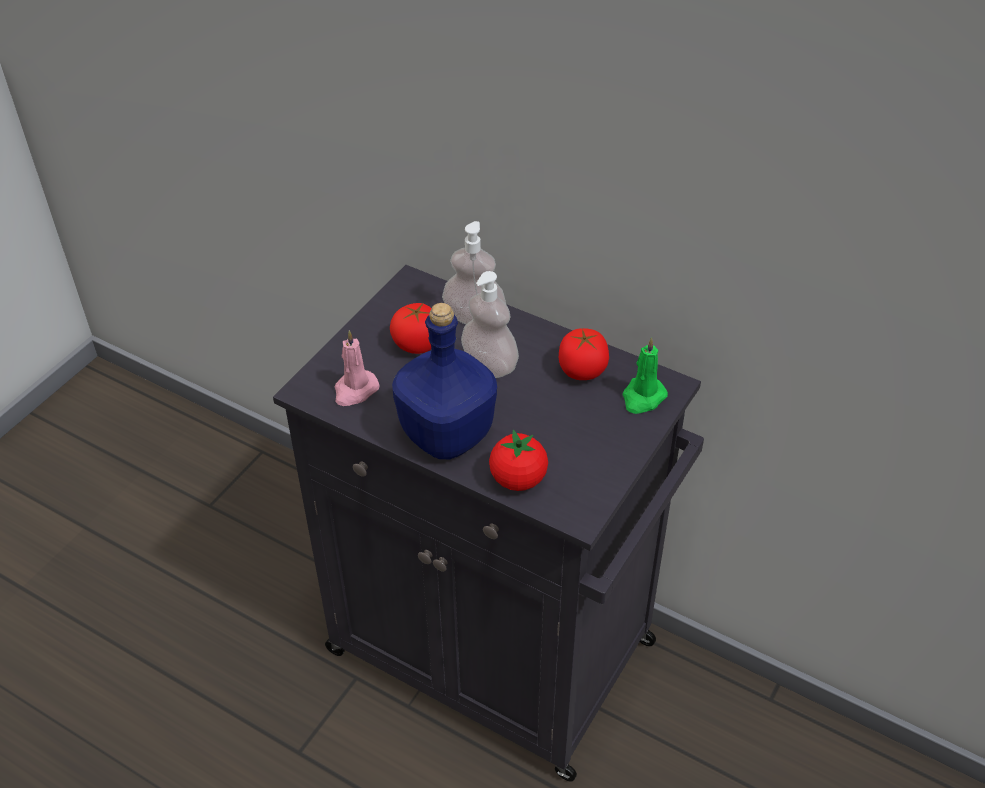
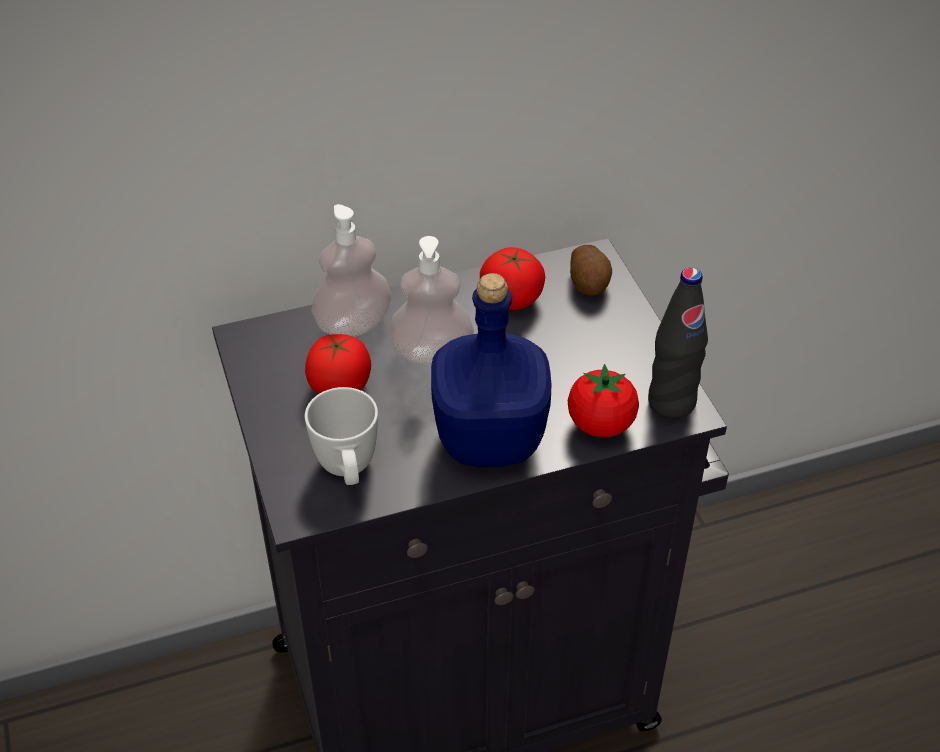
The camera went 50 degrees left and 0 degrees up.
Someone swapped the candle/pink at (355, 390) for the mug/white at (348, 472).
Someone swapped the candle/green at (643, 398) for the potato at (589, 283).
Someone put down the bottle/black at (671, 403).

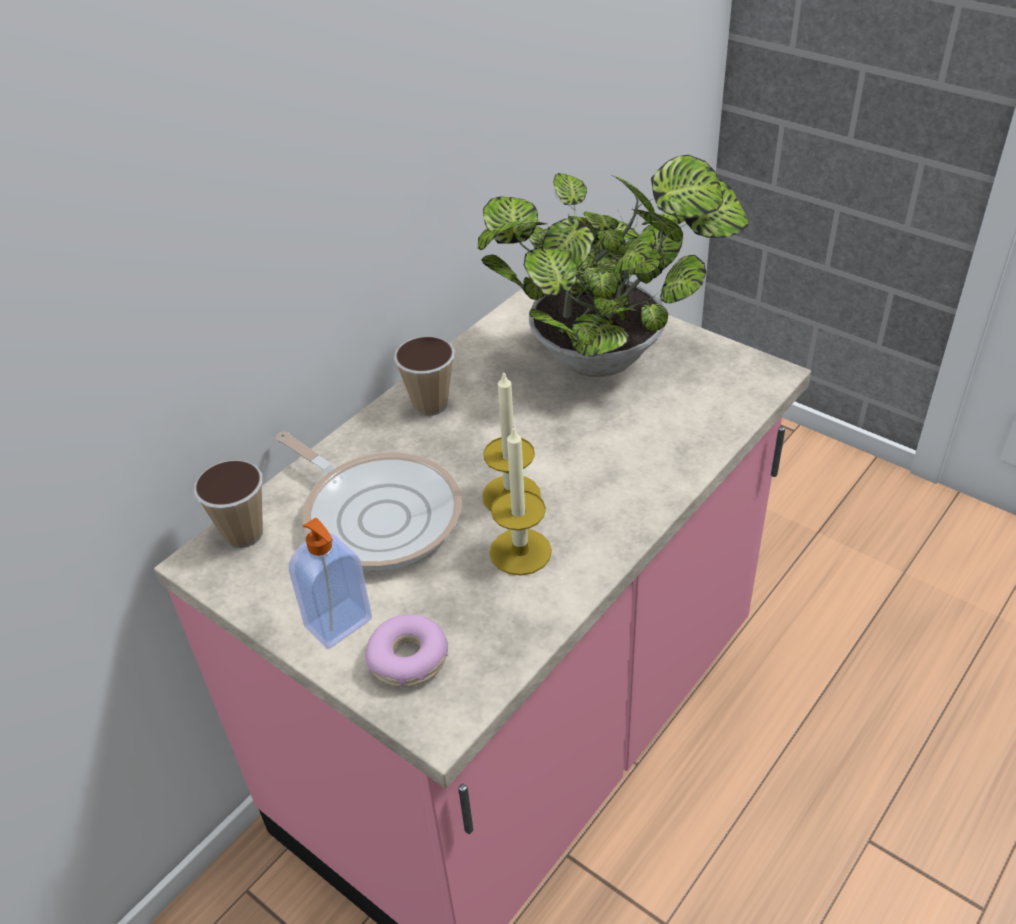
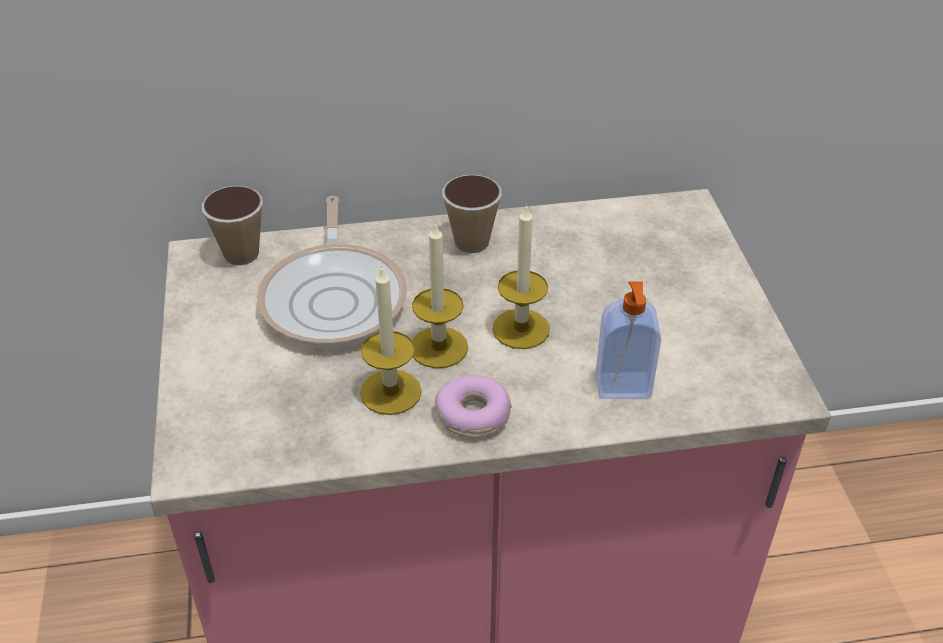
The camera went 40 degrees right and 0 degrees up.
Someone carried the donut from (408, 659) to (473, 415).
Someone put down the candle at (521, 329).
Someone carried the soap dispenser from (340, 624) to (623, 387).
Someone took away the potted plant at (607, 356).

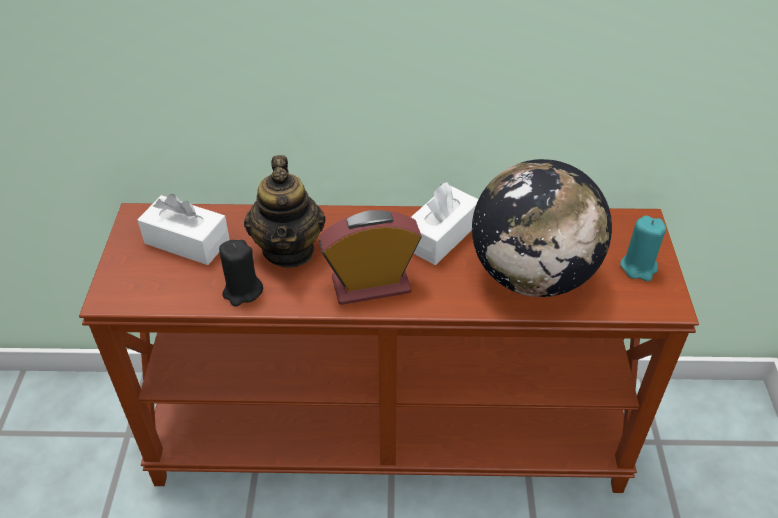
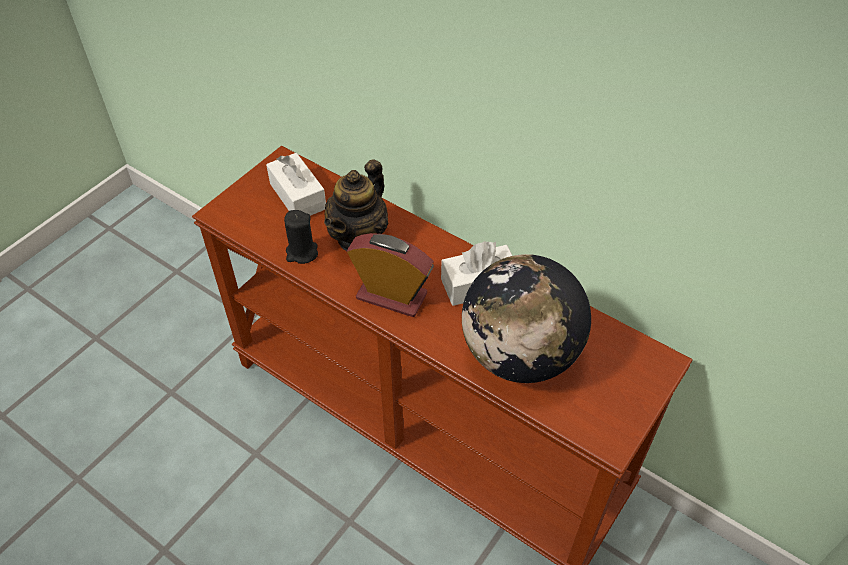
The camera went 35 degrees right and 5 degrees up.
Someone took away the candle/turquoise at (638, 267).

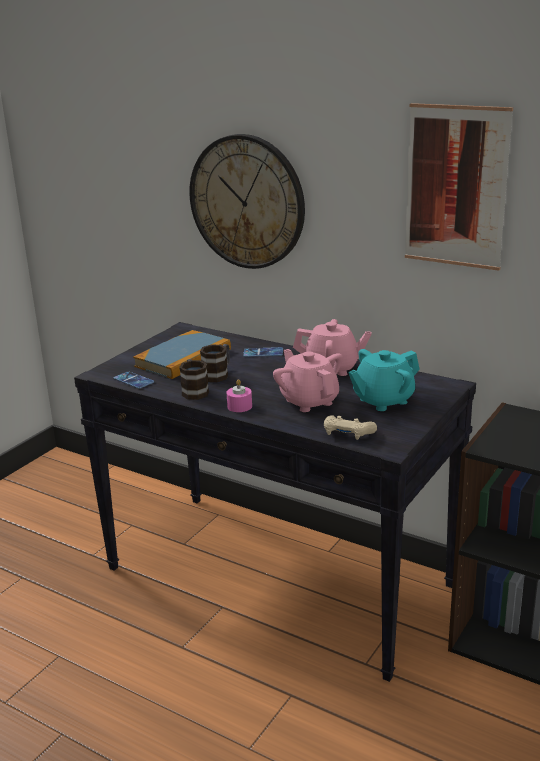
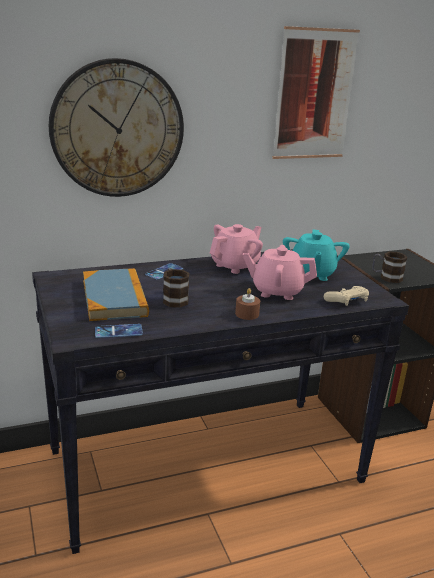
The camera went 55 degrees left and 0 degrees up.
Someone repainted the candle/pink at (239, 406), which became the candle/brown at (247, 314).
Someone carried the mug from (194, 391) to (386, 277).

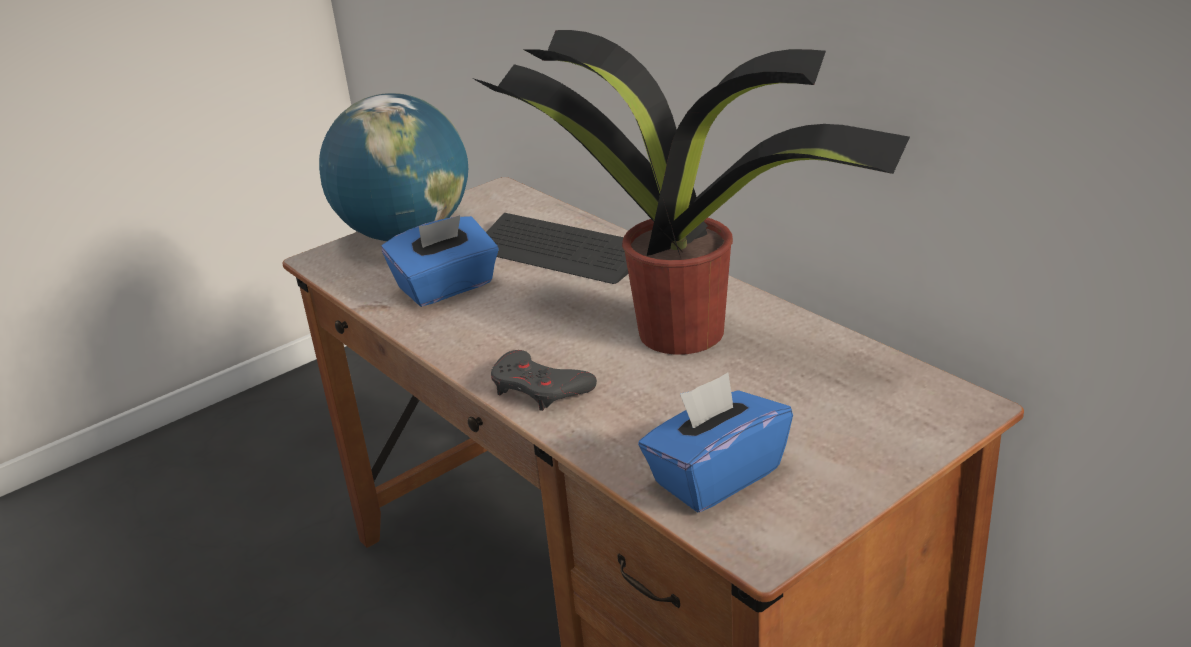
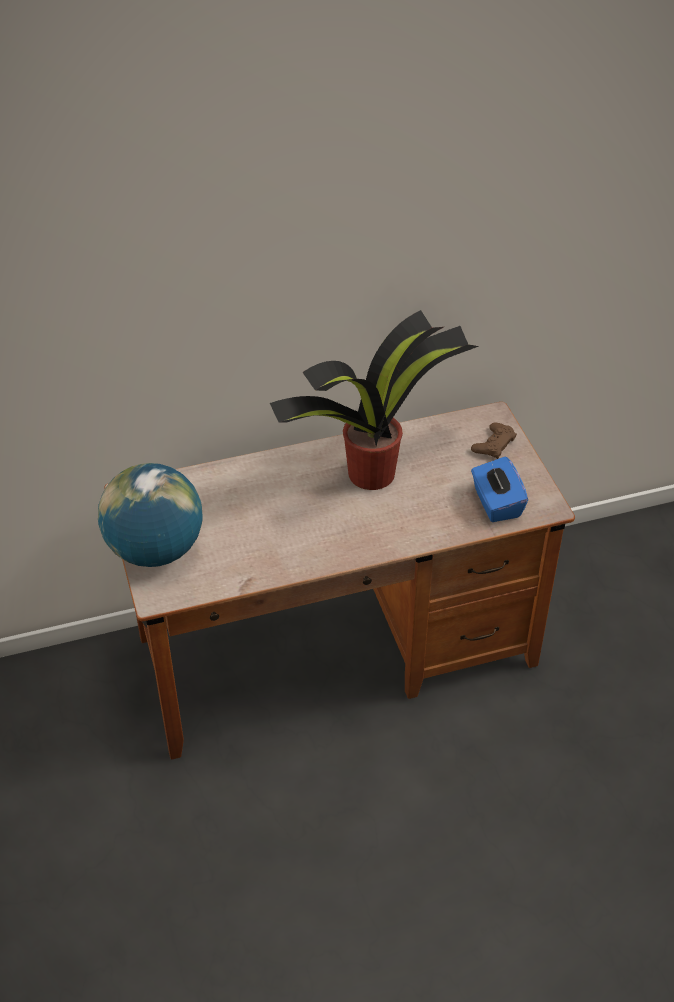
The camera went 70 degrees left and 15 degrees up.
Someone put down the game controller/brown at (493, 444).
Someone took away the tissue box/blue at (447, 287).
Someone took away the keyboard at (560, 252).
Someone took away the game controller/grey at (540, 388).

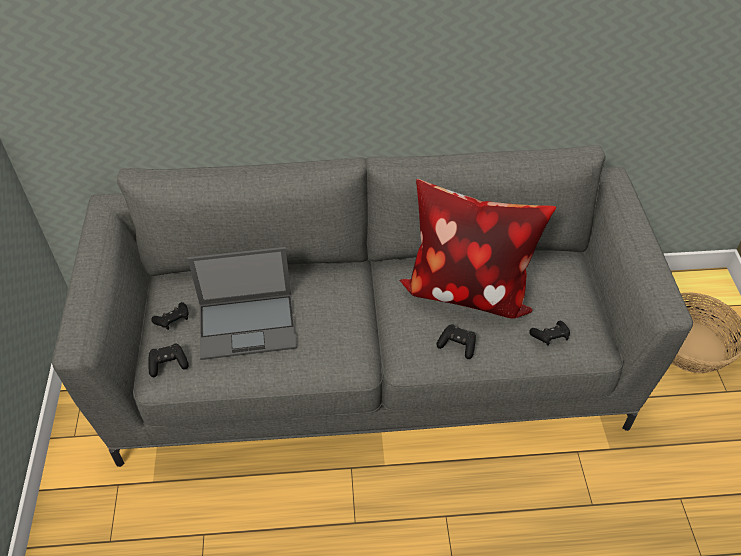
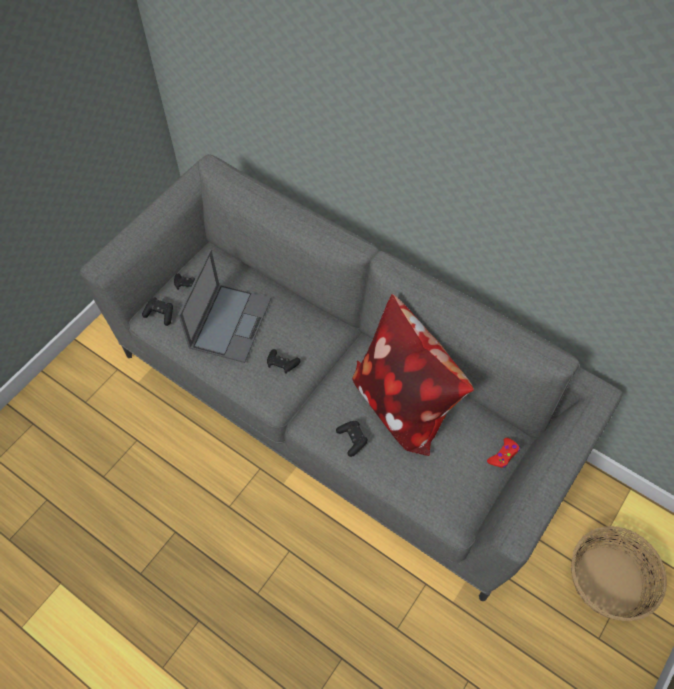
The camera went 40 degrees right and 10 degrees up.
Someone rotated the laptop at (248, 325) by 105 degrees counterclockwise.
Someone carried the game controller/black from (550, 337) to (282, 364).
Someone put down the game controller/red at (503, 455).

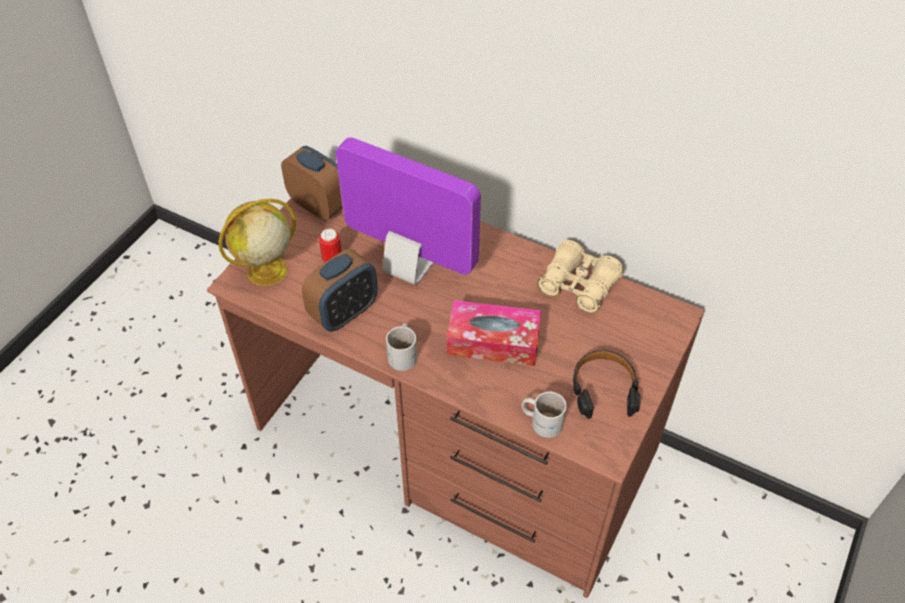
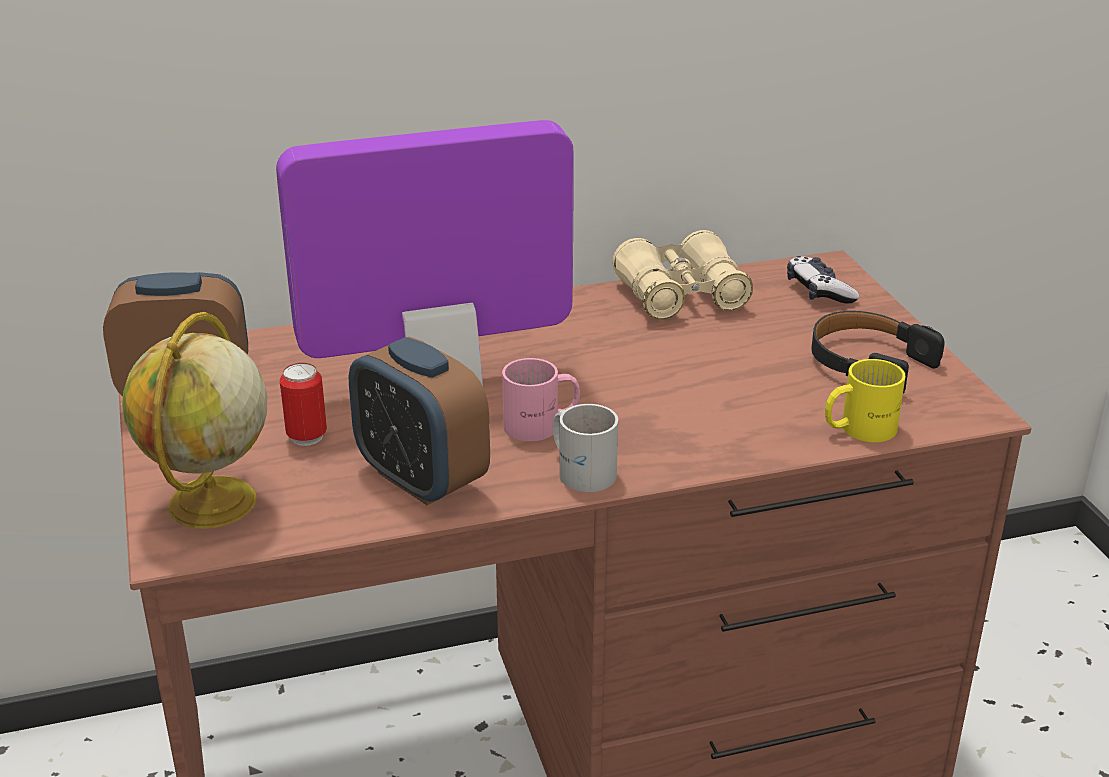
The camera went 45 degrees left and 20 degrees down.
Someone rotated the alarm clock at (344, 312) by 135 degrees clockwise.
Someone put down the mug/pink at (542, 425).
Someone put down the game controller at (819, 291).
Someone repainted the mug/white at (542, 420), which became the mug/yellow at (858, 427).
Someone took away the tissue box at (493, 342).

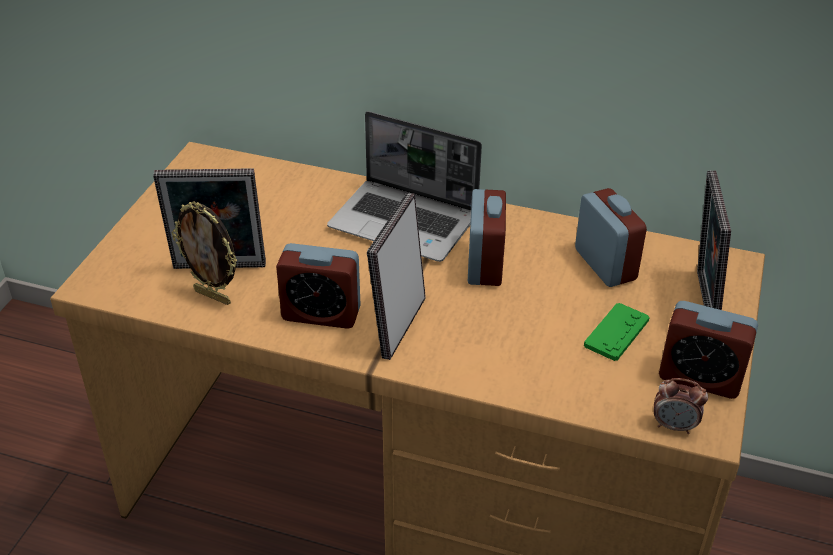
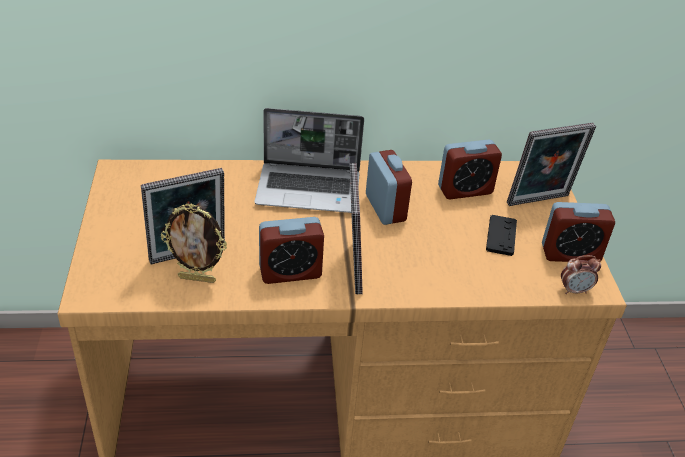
The camera went 25 degrees left and 0 degrees up.
Someone rotated the alarm clock at (605, 264) by 120 degrees clockwise.
Someone repainted the game controller/green at (616, 333), which became the game controller/black at (501, 236).
Someone rotated the picture frame at (701, 301) by 90 degrees counterclockwise.

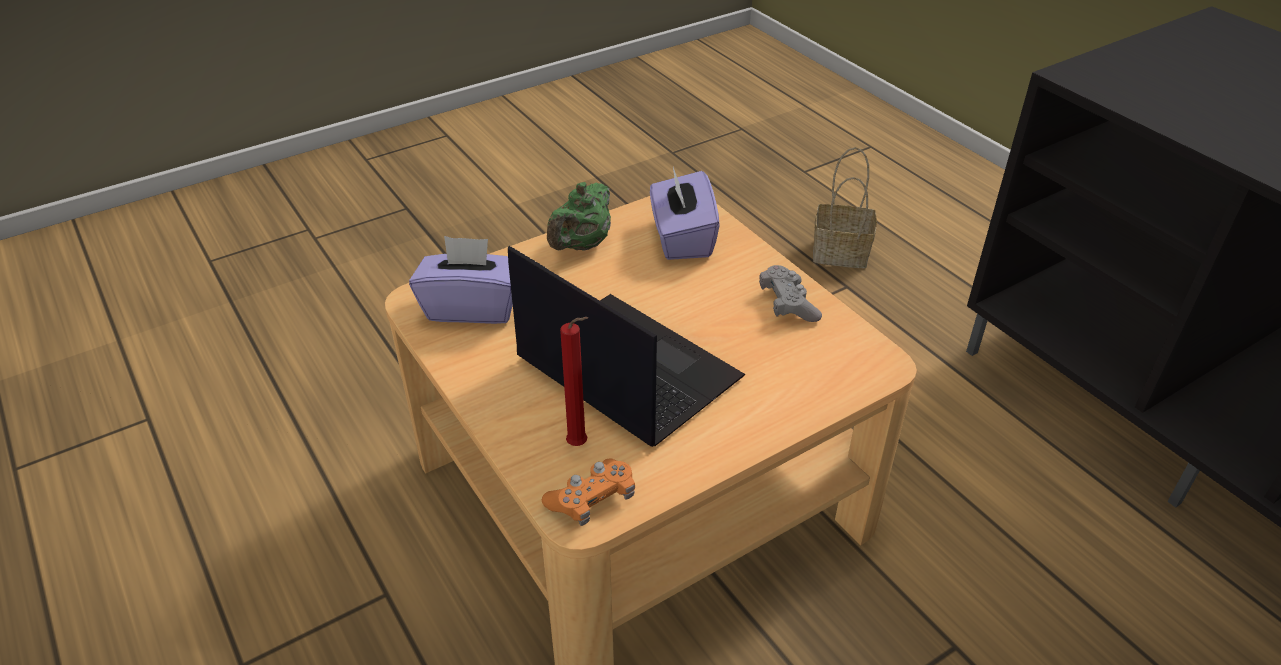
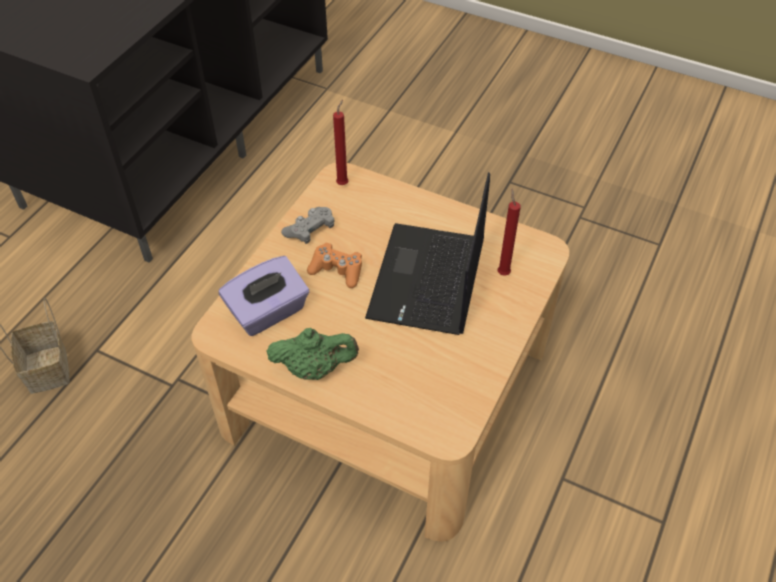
The camera went 120 degrees left and 10 degrees up.
Someone carried the game controller/orange from (592, 500) to (337, 270).
Someone put down the candle/red at (343, 183).
Someone took away the tissue box/purple at (472, 307).

